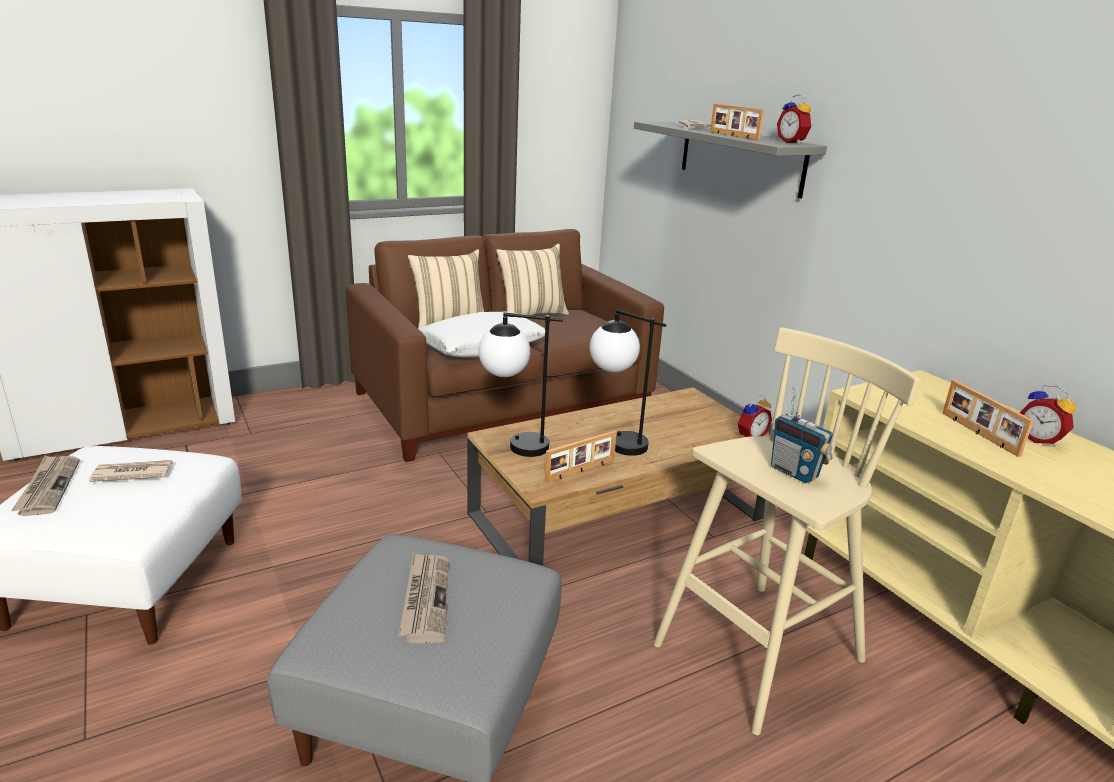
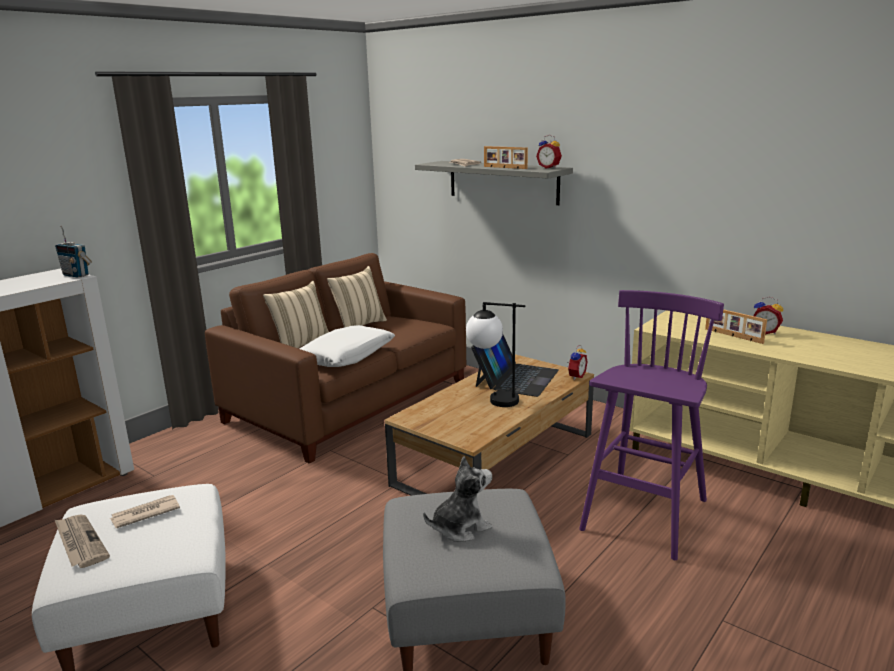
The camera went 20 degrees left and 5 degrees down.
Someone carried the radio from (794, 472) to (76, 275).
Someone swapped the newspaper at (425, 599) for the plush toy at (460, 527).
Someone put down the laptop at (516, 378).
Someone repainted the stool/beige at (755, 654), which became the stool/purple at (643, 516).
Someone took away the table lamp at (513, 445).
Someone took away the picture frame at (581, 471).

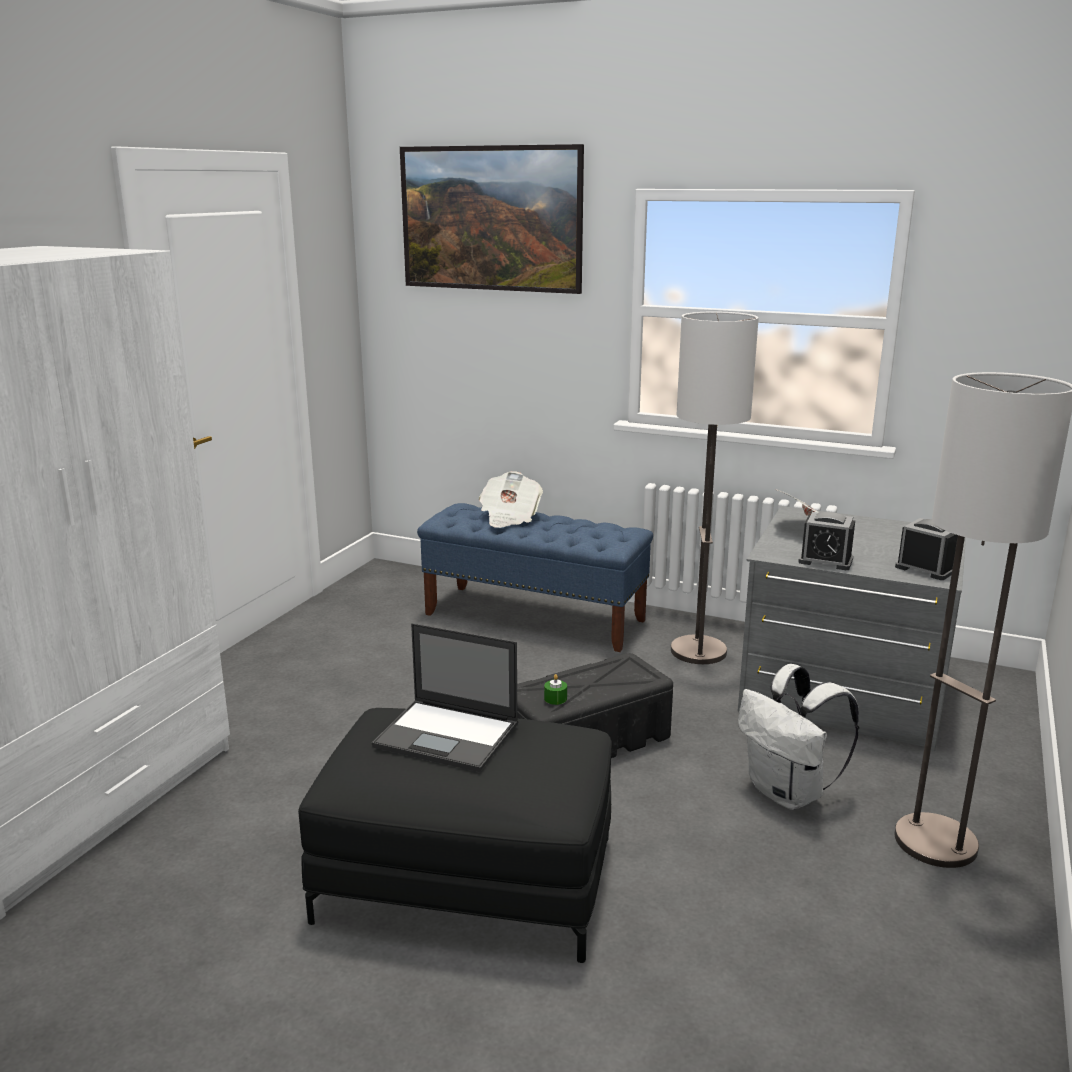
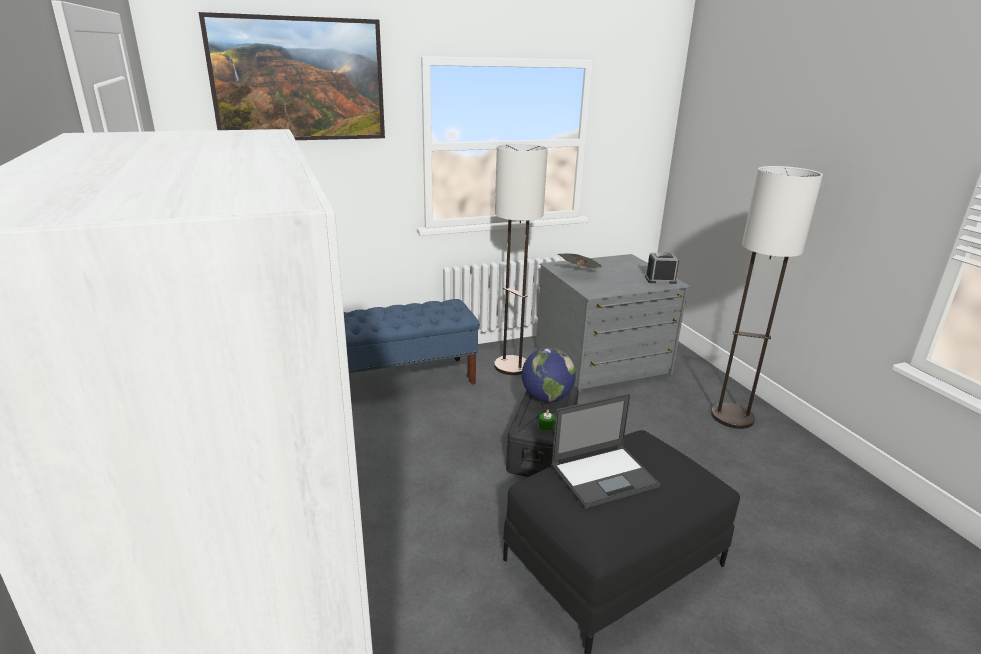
The camera went 45 degrees left and 5 degrees up.
Someone put down the globe at (546, 398).
Someone took away the newspaper at (509, 517).
Someone took away the backpack/white at (789, 793).
Someone took away the alarm clock at (825, 561).

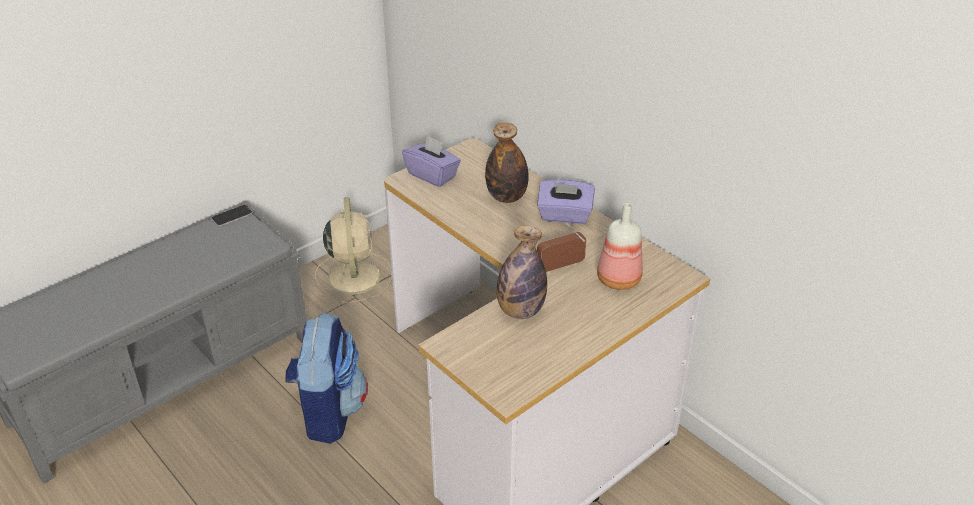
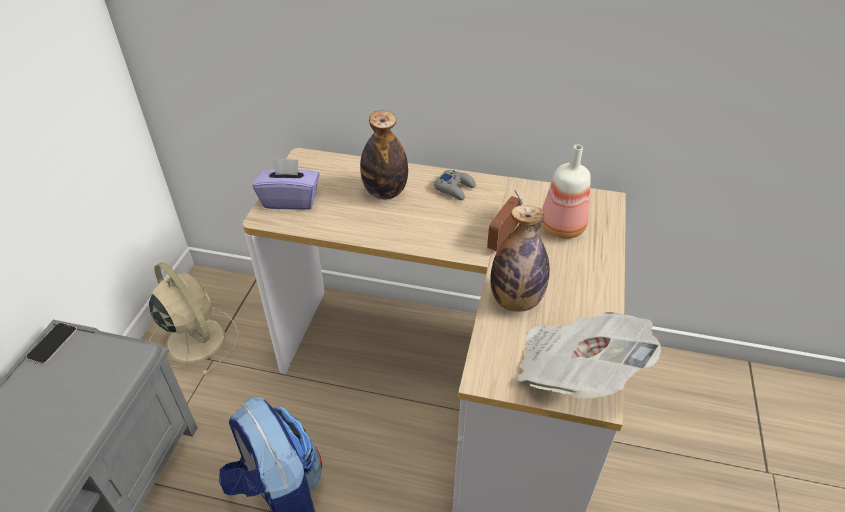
The camera went 35 degrees left and 5 degrees up.
Someone swapped the tissue box/purple at (564, 216) for the game controller/grey at (455, 188).
Someone put down the newspaper at (576, 371).

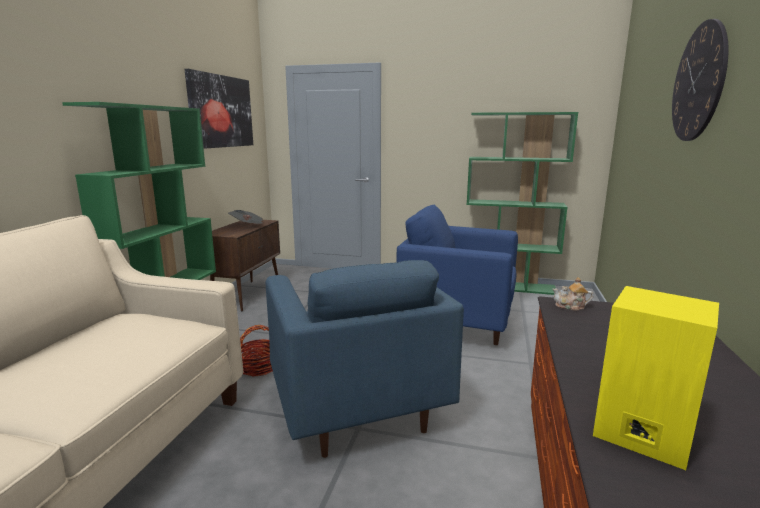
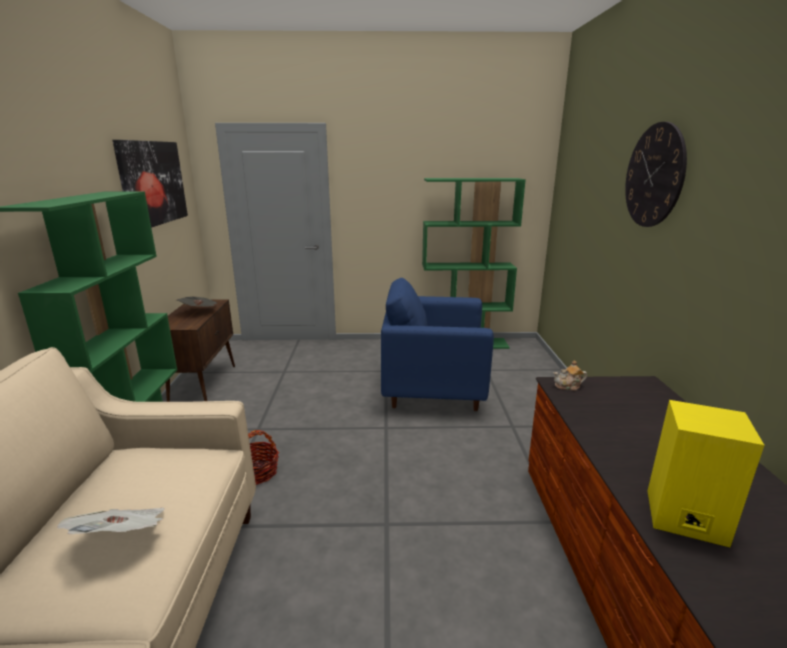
The camera went 15 degrees left and 5 degrees up.
Someone put down the newspaper at (123, 537).
Someone took away the armchair/blue at (356, 407).

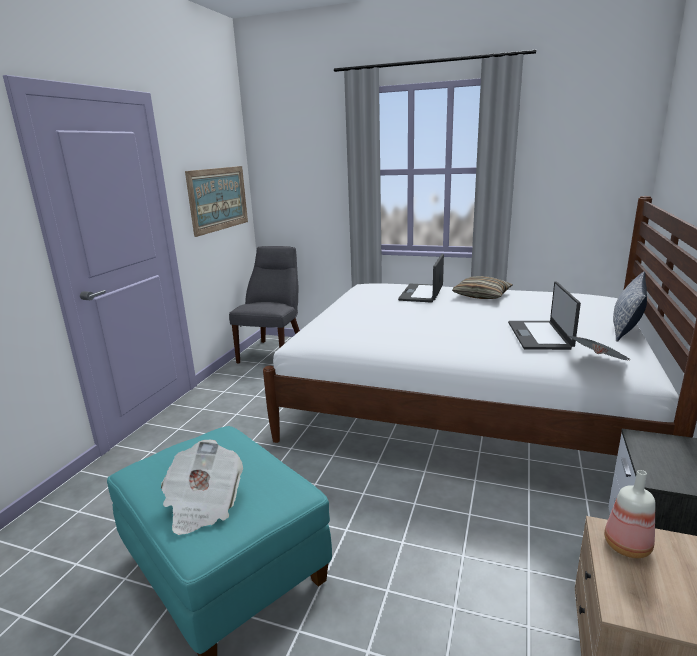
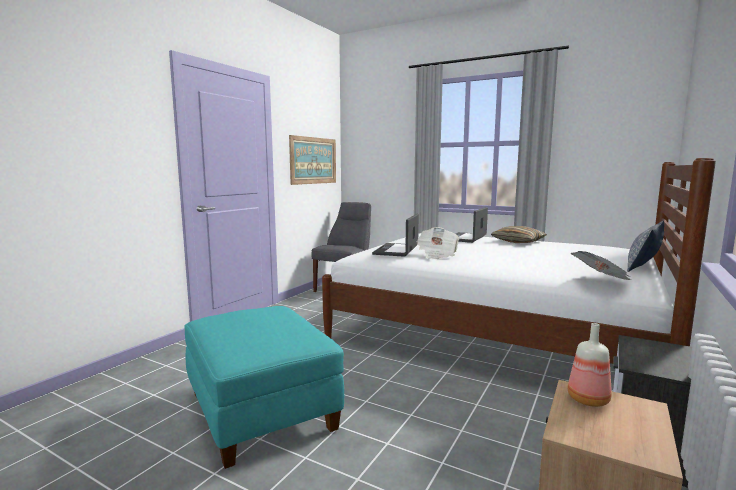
The camera went 10 degrees right and 10 degrees down.
Someone carried the laptop from (540, 335) to (397, 250).
Someone carried the newspaper from (203, 504) to (437, 255).

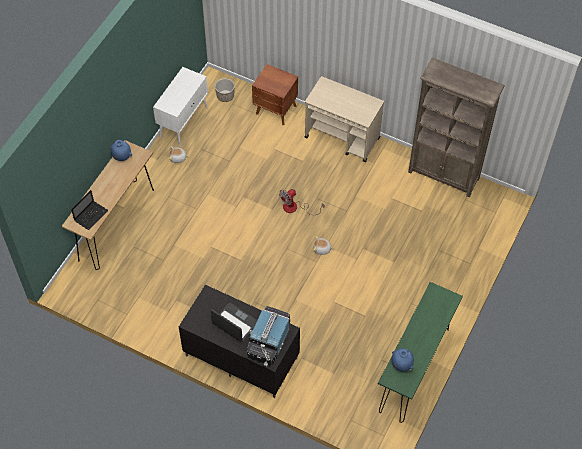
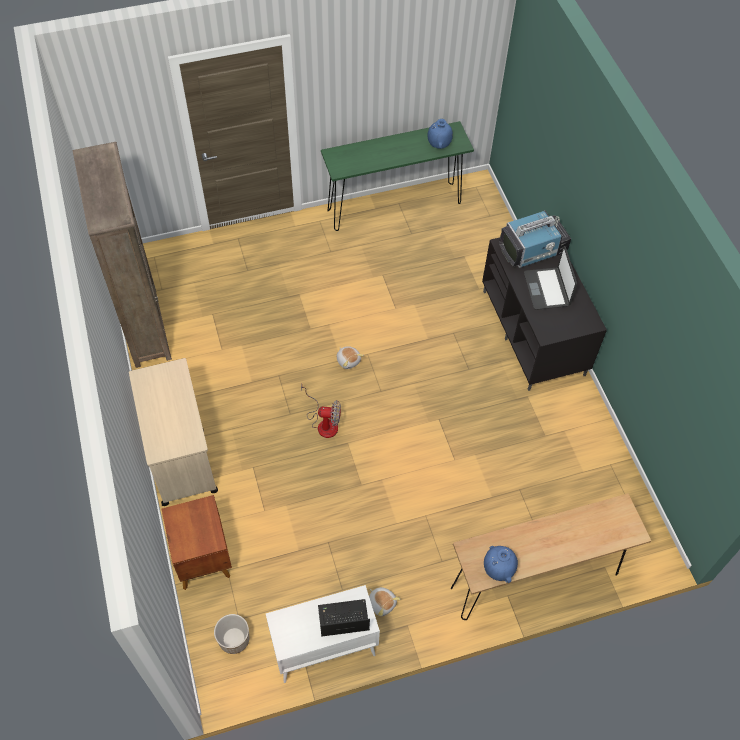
The camera went 135 degrees left and 0 degrees up.
Someone carried the laptop from (91, 215) to (342, 619).

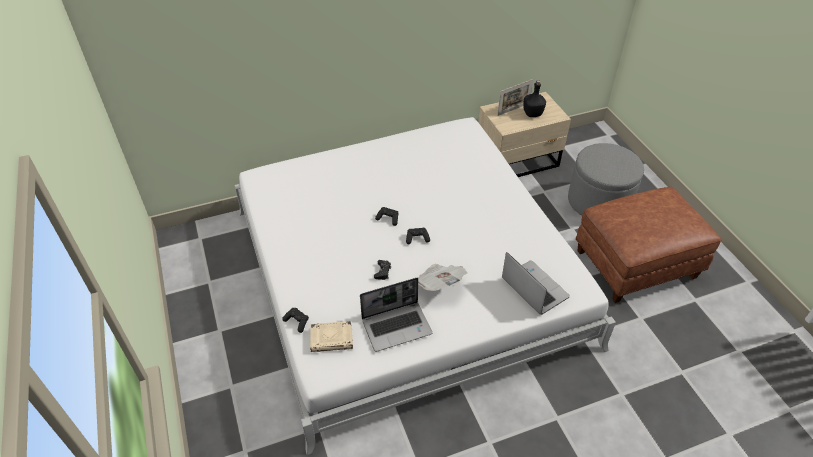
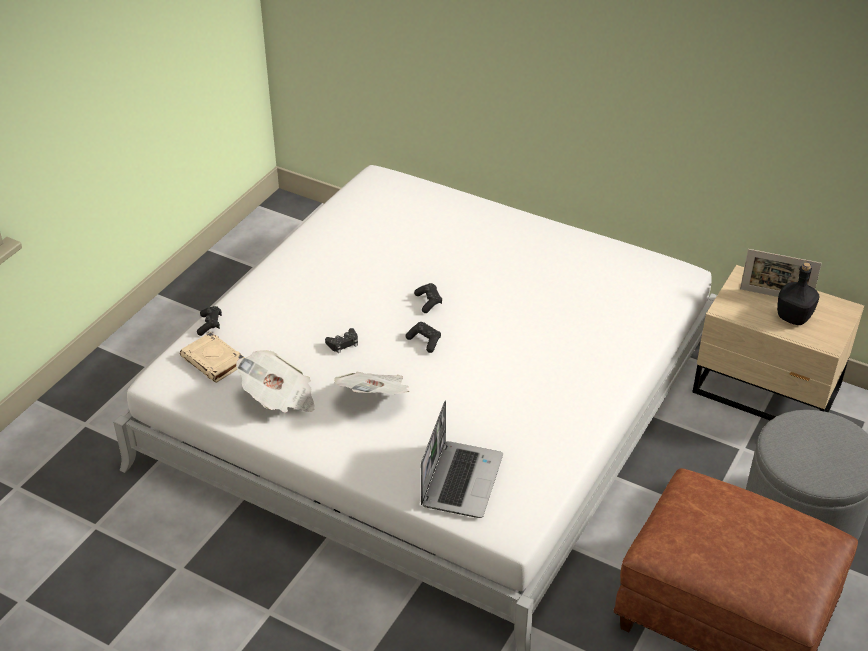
The camera went 50 degrees right and 5 degrees down.
Someone swapped the laptop at (397, 326) for the newspaper at (279, 398).

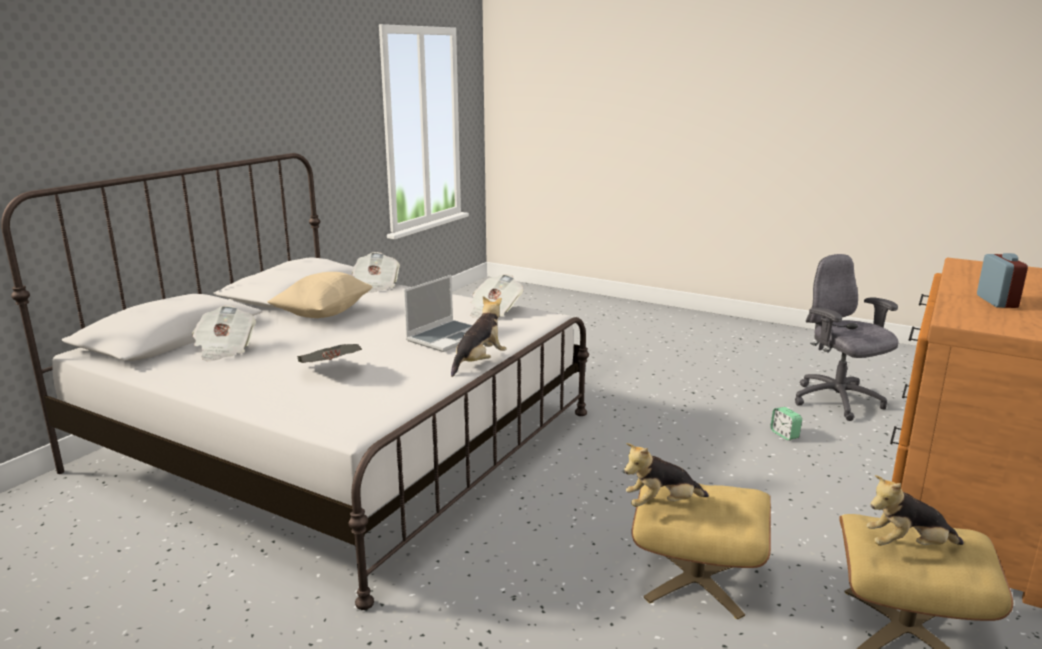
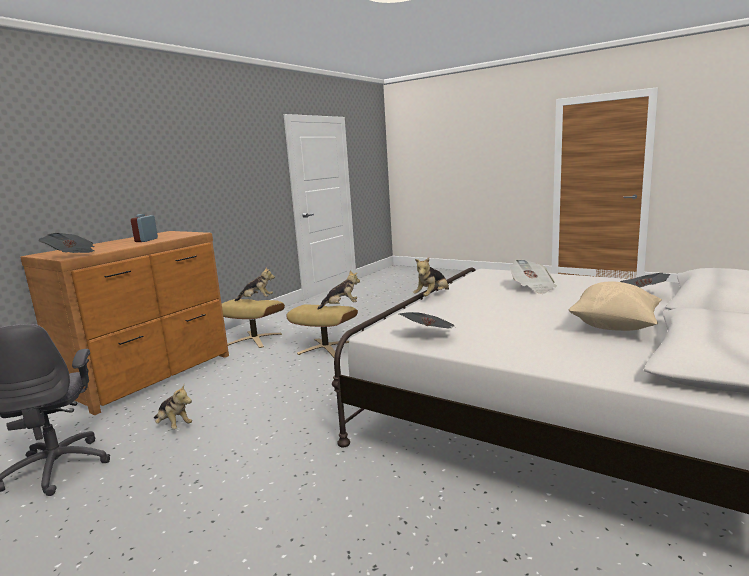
The camera went 175 degrees left and 5 degrees down.
Someone carried the newspaper from (376, 285) to (73, 256).
Someone swapped the alarm clock at (784, 434) for the plush toy at (173, 425).
Someone took away the laptop at (447, 337).

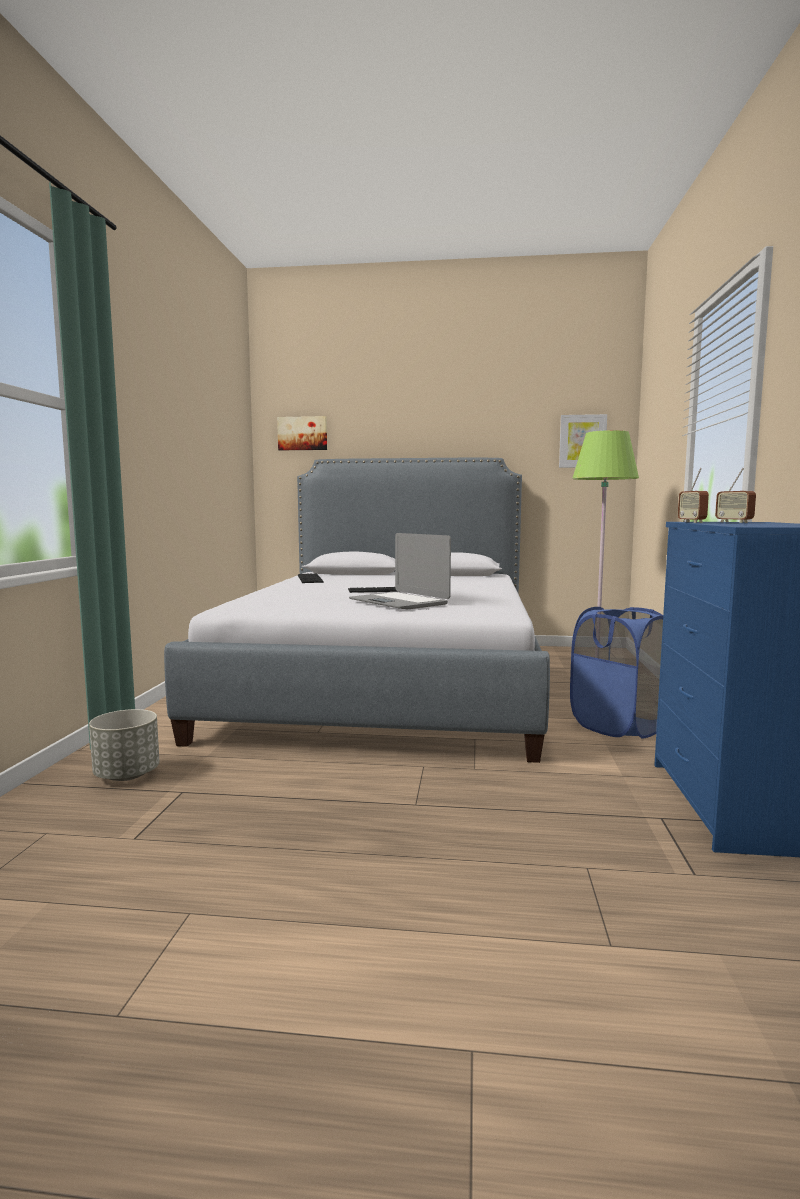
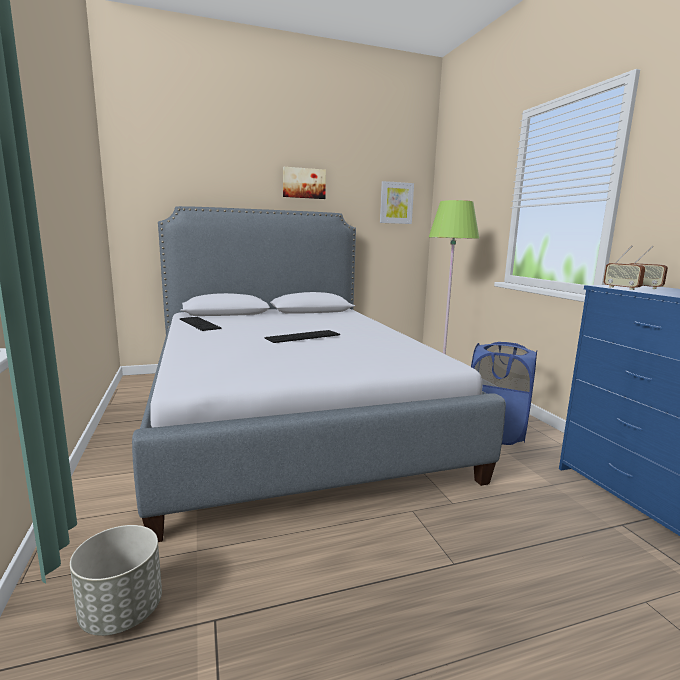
The camera went 25 degrees left and 5 degrees up.
Someone carried the picture from (302, 433) to (304, 183).
Someone took away the laptop at (399, 602).

